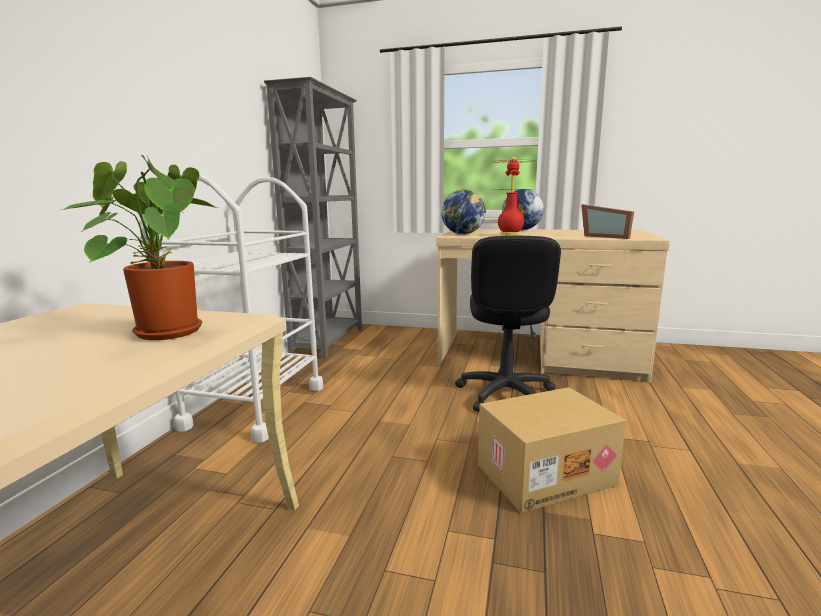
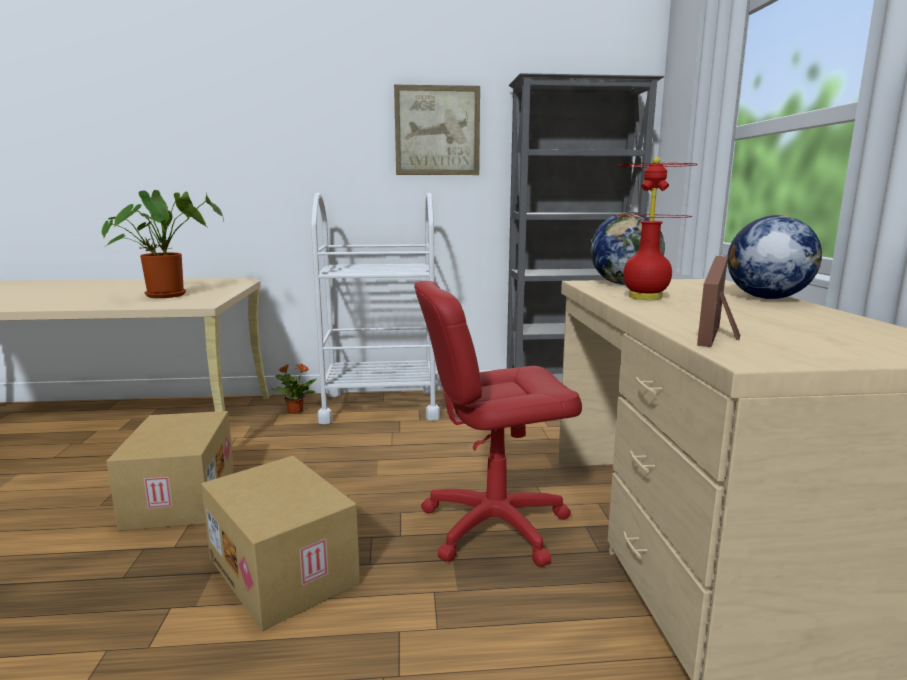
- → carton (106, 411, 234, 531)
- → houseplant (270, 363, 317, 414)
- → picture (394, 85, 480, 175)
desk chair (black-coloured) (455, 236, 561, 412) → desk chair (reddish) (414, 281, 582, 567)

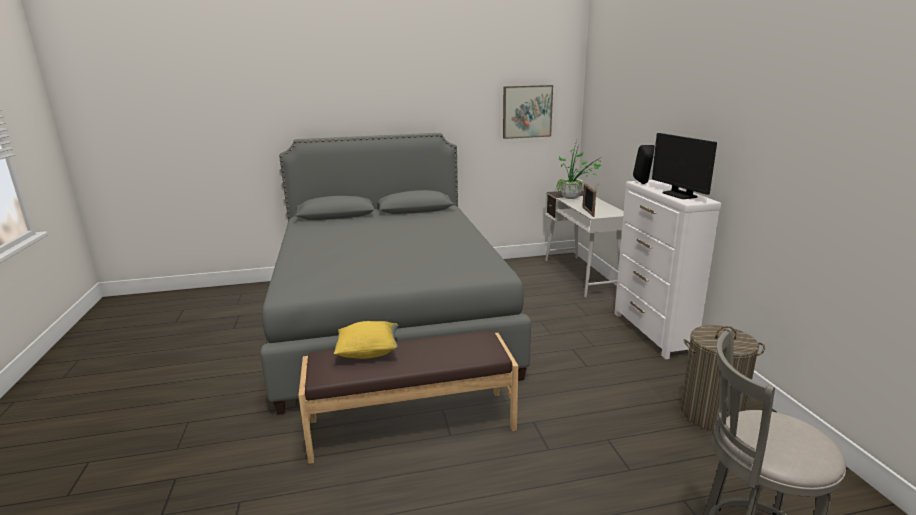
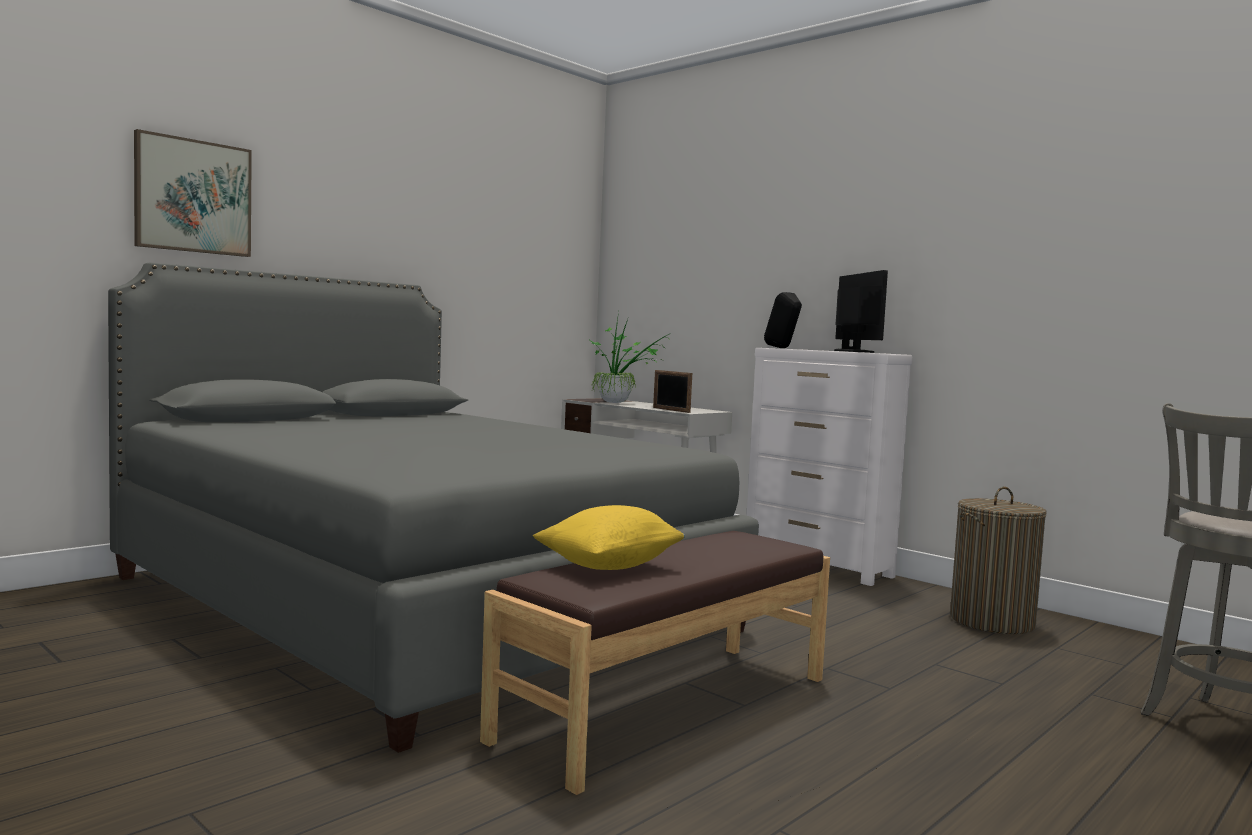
picture (503, 85, 553, 139) → picture (134, 129, 252, 257), moved
computer screen (652, 133, 717, 199) → computer screen (834, 270, 888, 353), 135 degrees counterclockwise

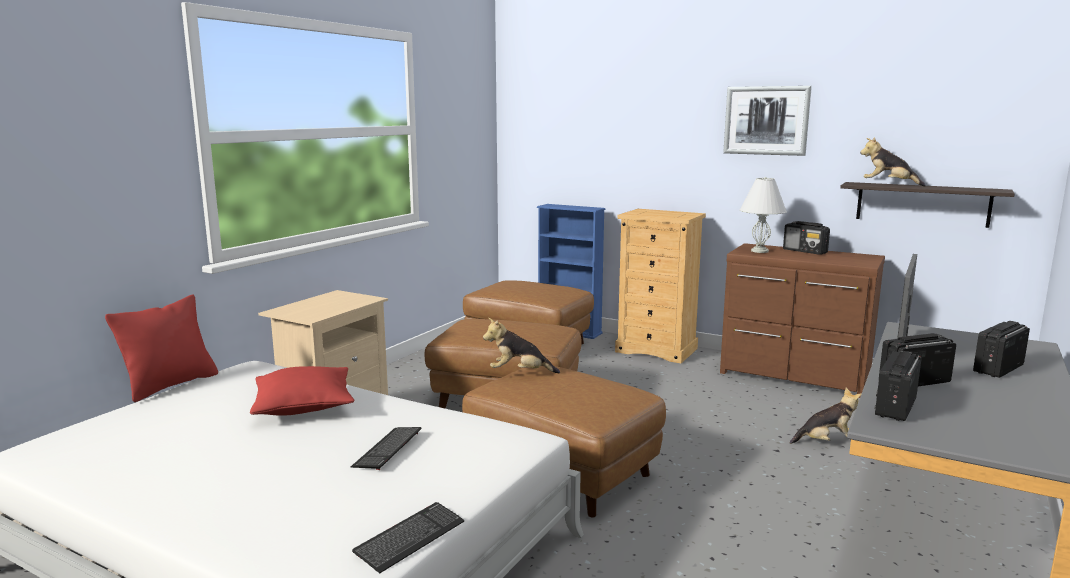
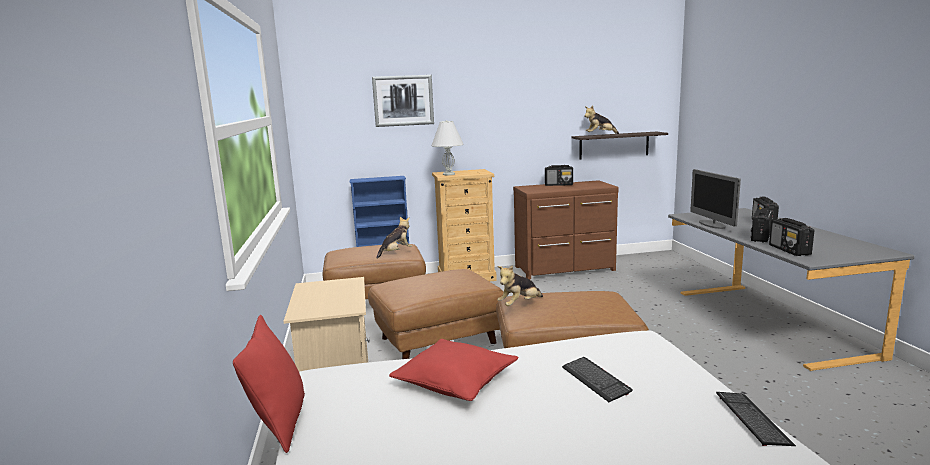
picture (723, 86, 812, 156) → picture (372, 75, 434, 127), moved
soft toy (790, 388, 861, 444) → soft toy (377, 217, 412, 259), moved
tabletop lamp (white) (740, 177, 787, 253) → tabletop lamp (white) (431, 120, 464, 175), moved

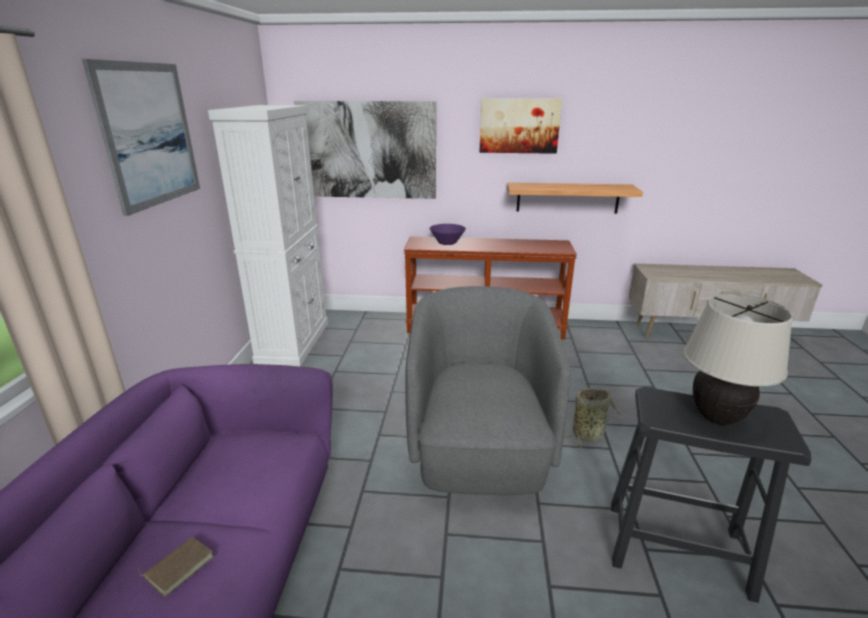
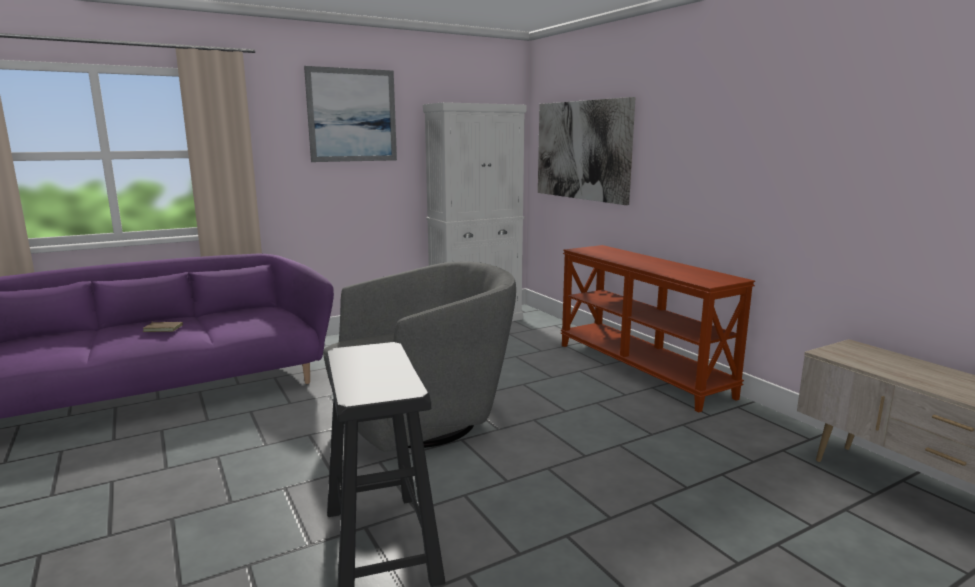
bowl (purplish) (429, 224, 466, 245) → -
picture (479, 98, 562, 154) → -
shelf (507, 182, 643, 214) → -
storage basket (564, 388, 624, 448) → -
tabletop lamp (beige-coloured) (683, 293, 793, 425) → -

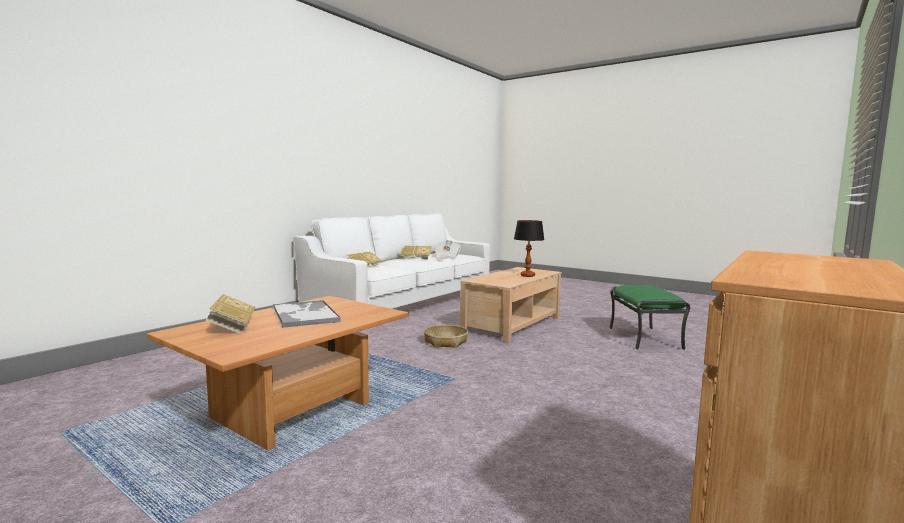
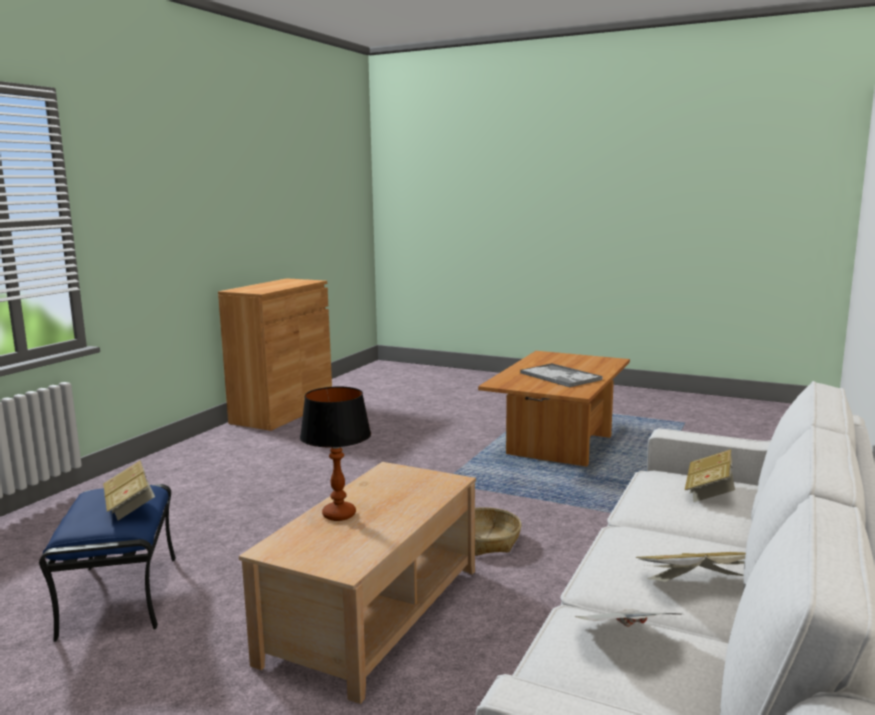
footrest (greenish) (609, 285, 690, 350) → footrest (blue) (39, 484, 176, 642)
book (205, 294, 256, 334) → book (103, 460, 155, 520), moved

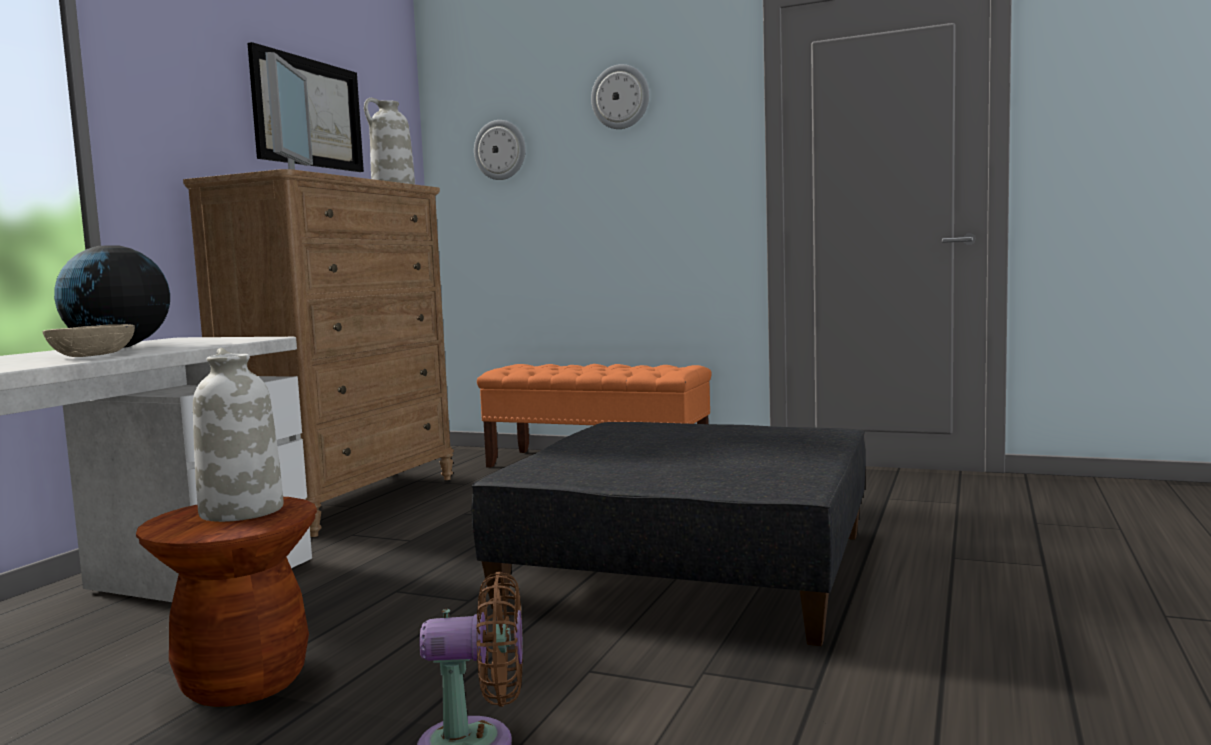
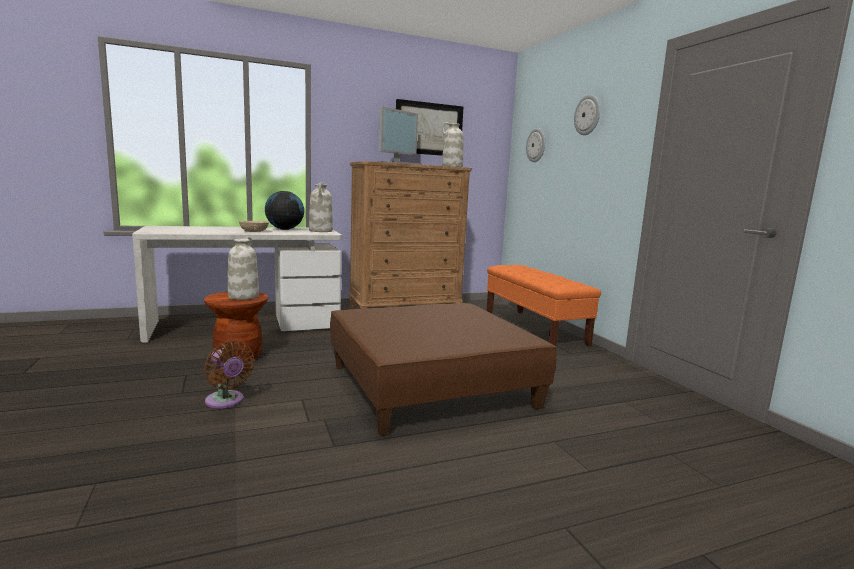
- → flower vase (white) (309, 182, 333, 232)
footrest (greyish) (471, 422, 866, 646) → footrest (brown) (330, 303, 557, 436)

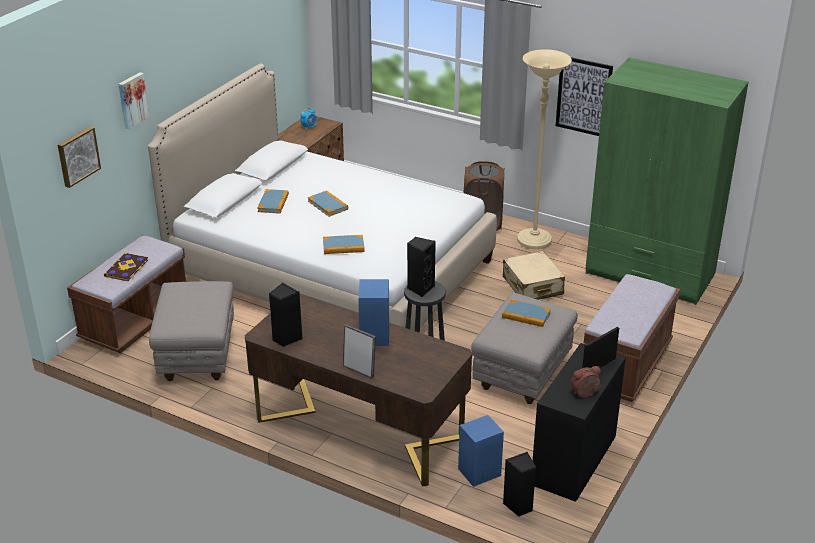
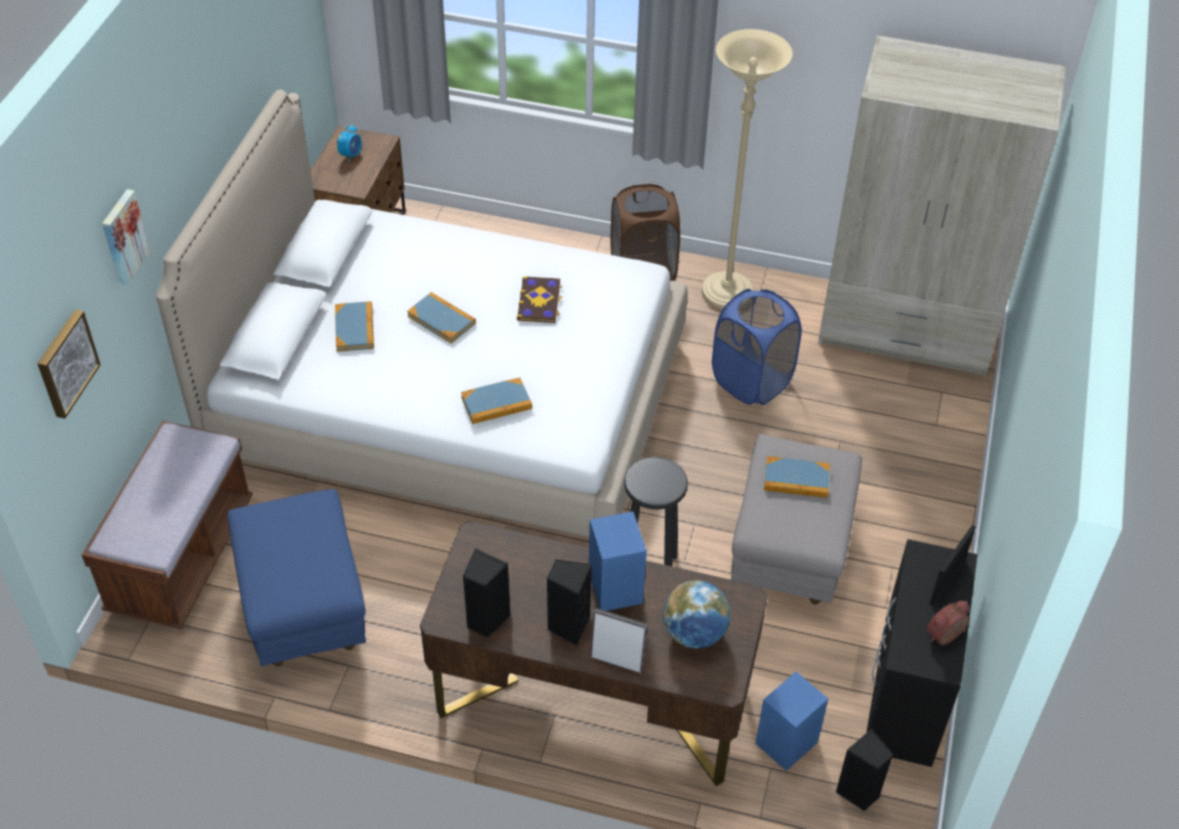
footrest (greyish) (149, 281, 234, 381) → footrest (blue) (228, 489, 366, 666)
book (104, 253, 148, 281) → book (517, 276, 563, 323), moved
loudspeaker (black-coloured) (407, 237, 436, 297) → loudspeaker (black-coloured) (547, 560, 592, 646), moved
- → globe (664, 580, 730, 649)
piece of luggage (beige-coloured) (503, 251, 565, 300) → laundry basket (blue) (712, 289, 802, 405)
clothes cupboard (greenish) (586, 58, 748, 305) → clothes cupboard (beige-coloured) (818, 35, 1066, 377)
picture (556, 57, 613, 136) → -
bench (brown) (584, 274, 680, 402) → -

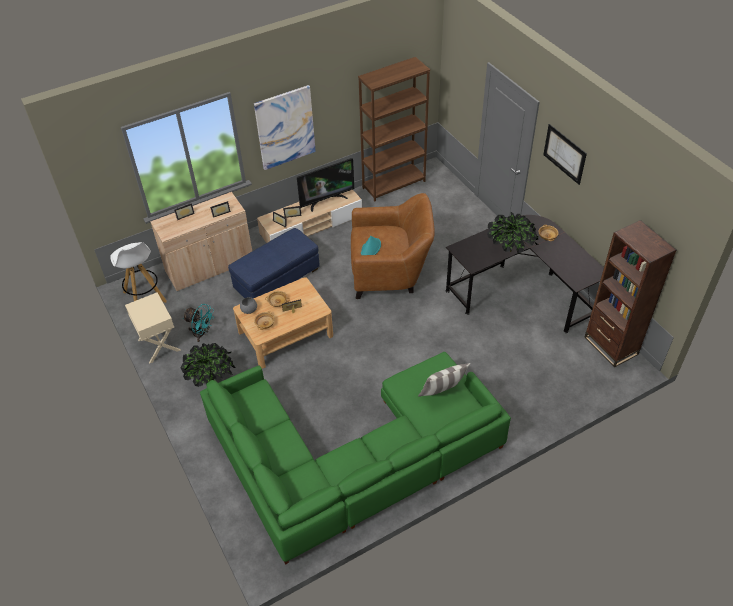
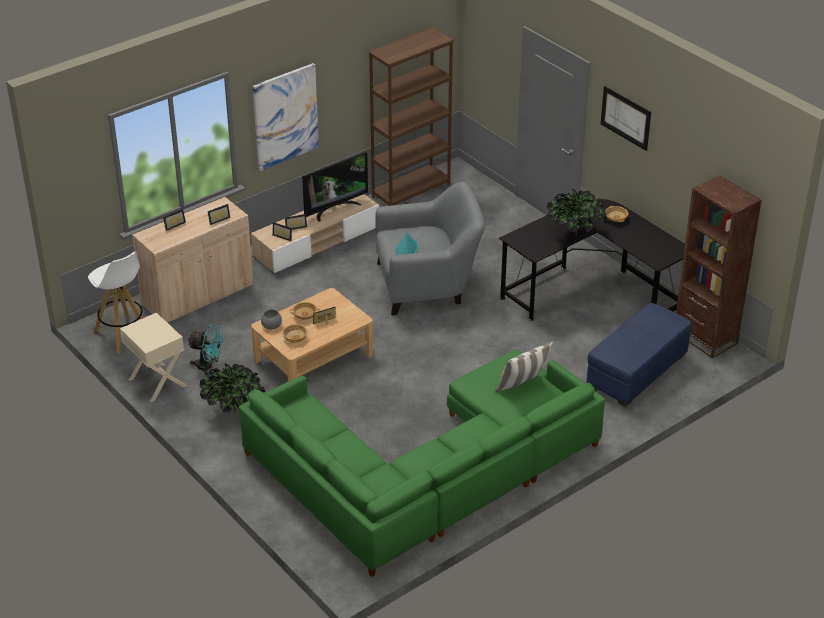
armchair (brown) (351, 193, 435, 299) → armchair (greyish) (375, 181, 485, 315)
footrest (blue) (228, 228, 319, 298) → footrest (blue) (586, 303, 692, 407), moved

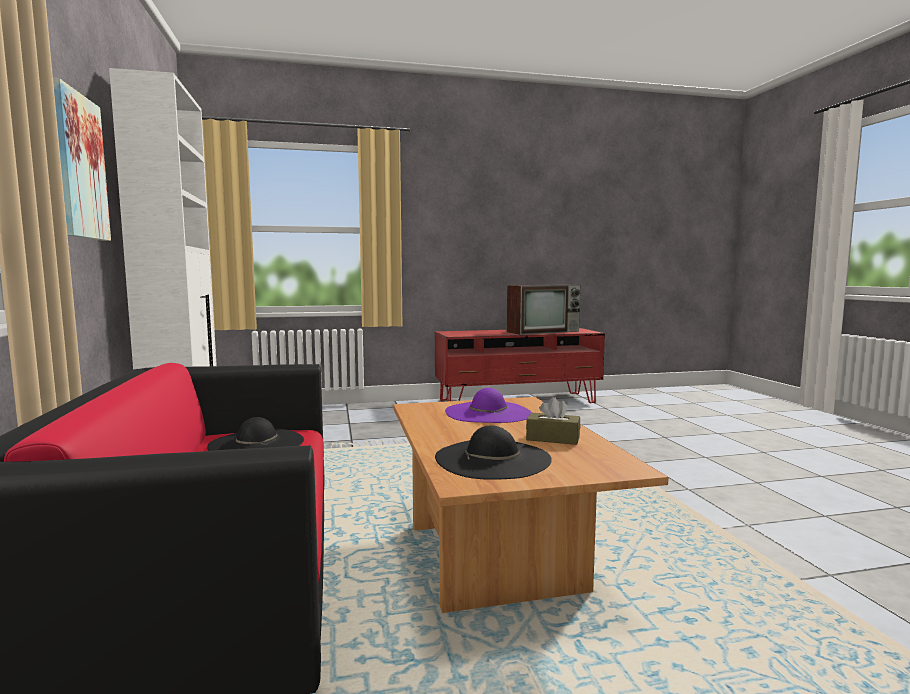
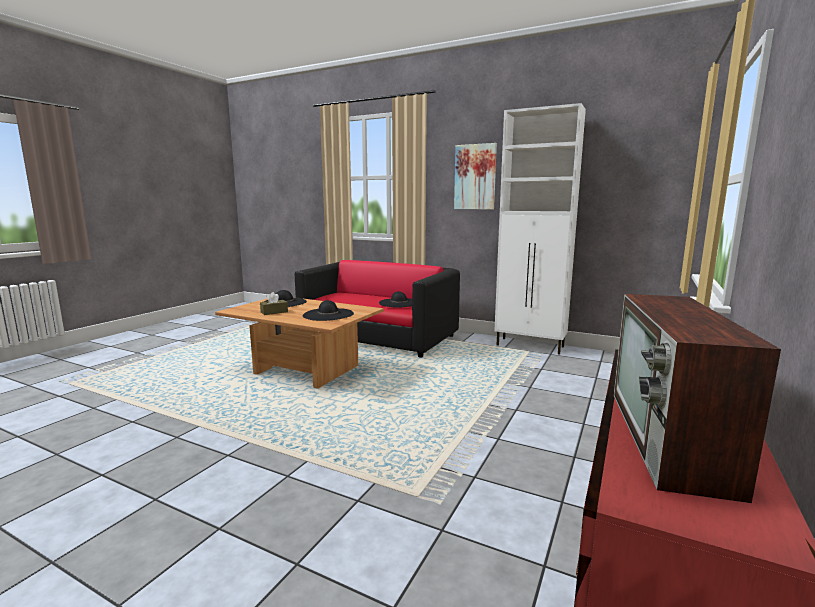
wearable hat (purplish) (445, 388, 532, 423) → wearable hat (black-coloured) (303, 300, 354, 321)

